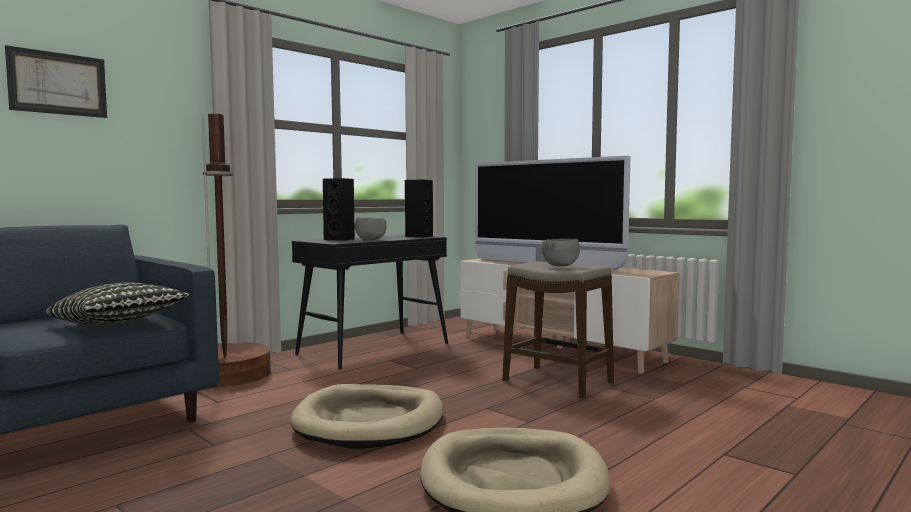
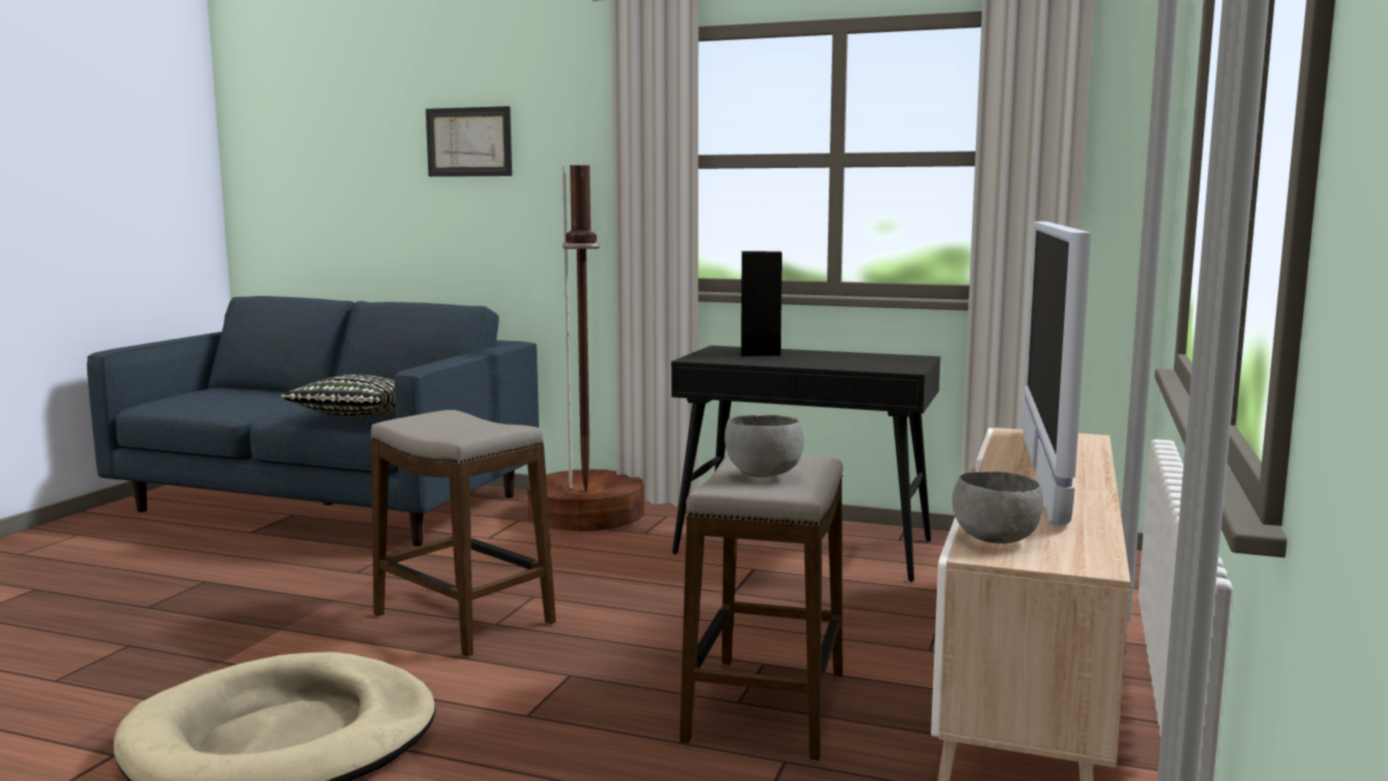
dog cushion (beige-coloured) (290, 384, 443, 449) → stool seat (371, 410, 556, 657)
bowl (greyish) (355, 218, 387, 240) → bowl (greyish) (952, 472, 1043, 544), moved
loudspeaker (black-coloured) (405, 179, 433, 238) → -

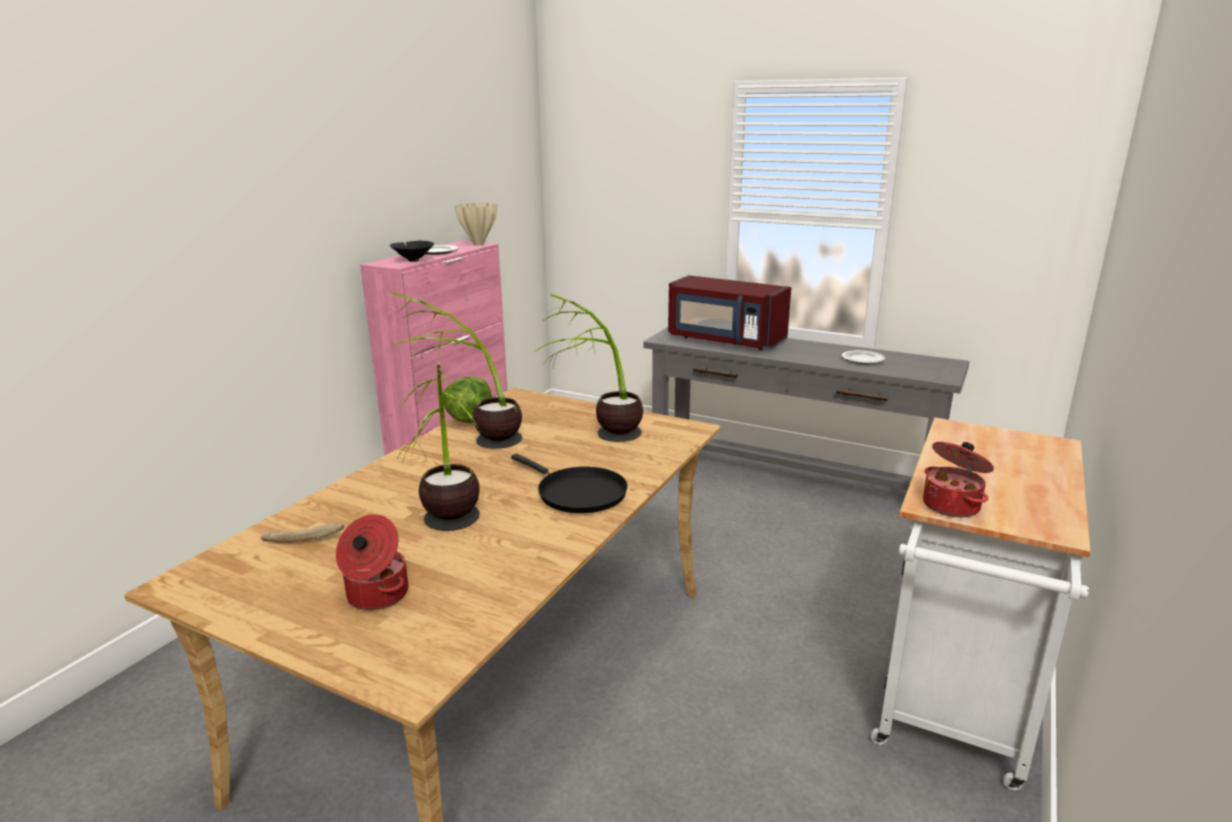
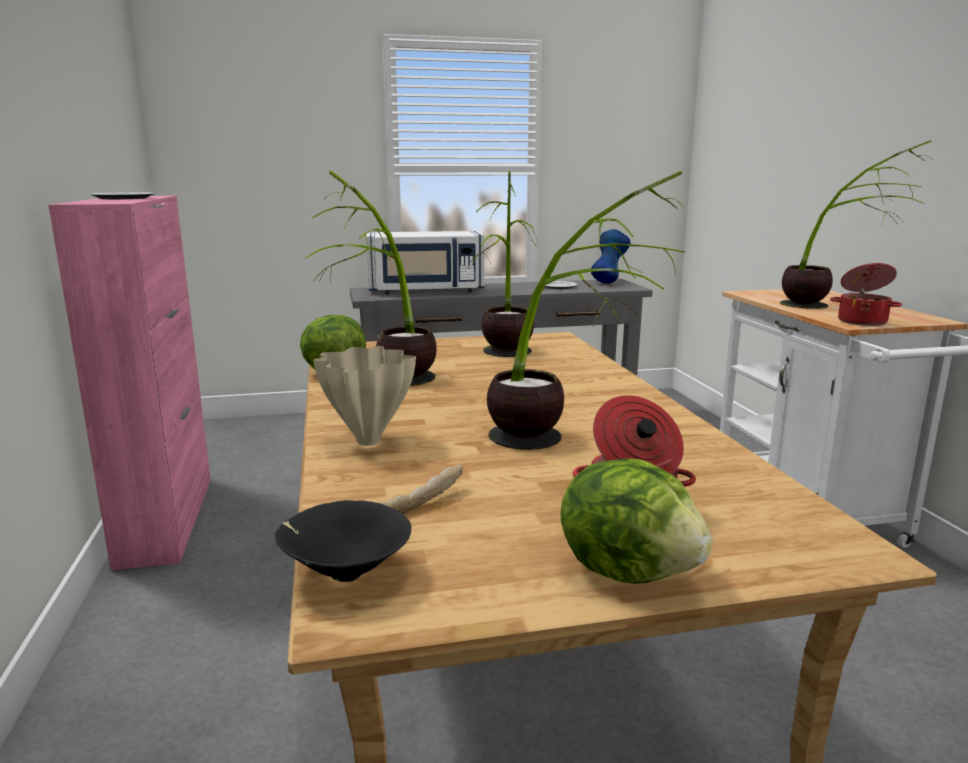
bowl (black-coloured) (390, 241, 434, 262) → bowl (black-coloured) (275, 500, 411, 582), moved
flower vase (beige-coloured) (455, 203, 497, 246) → flower vase (beige-coloured) (313, 346, 416, 446), moved
kitchen microwave (reddish) (668, 275, 791, 350) → kitchen microwave (white) (366, 231, 484, 294)
- → lettuce head (560, 458, 712, 584)
- → flower vase (blue) (591, 229, 631, 284)
- → houseplant (780, 140, 932, 309)
frying pan (black-coloured) (511, 454, 628, 513) → -

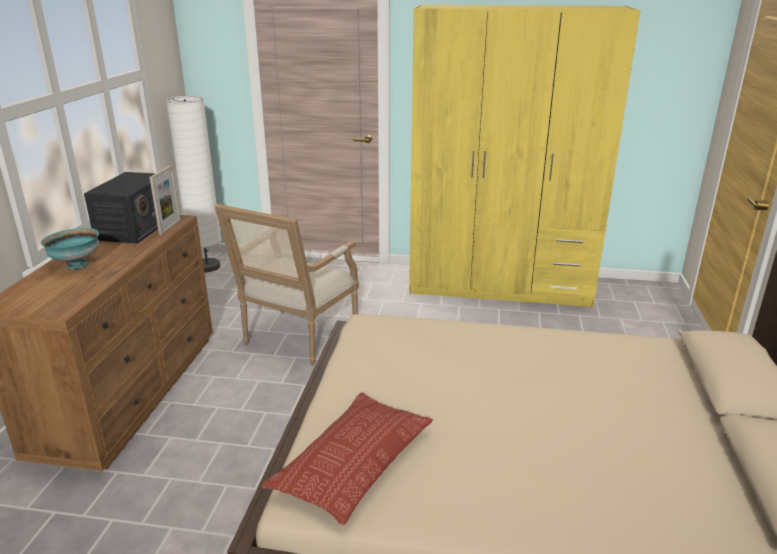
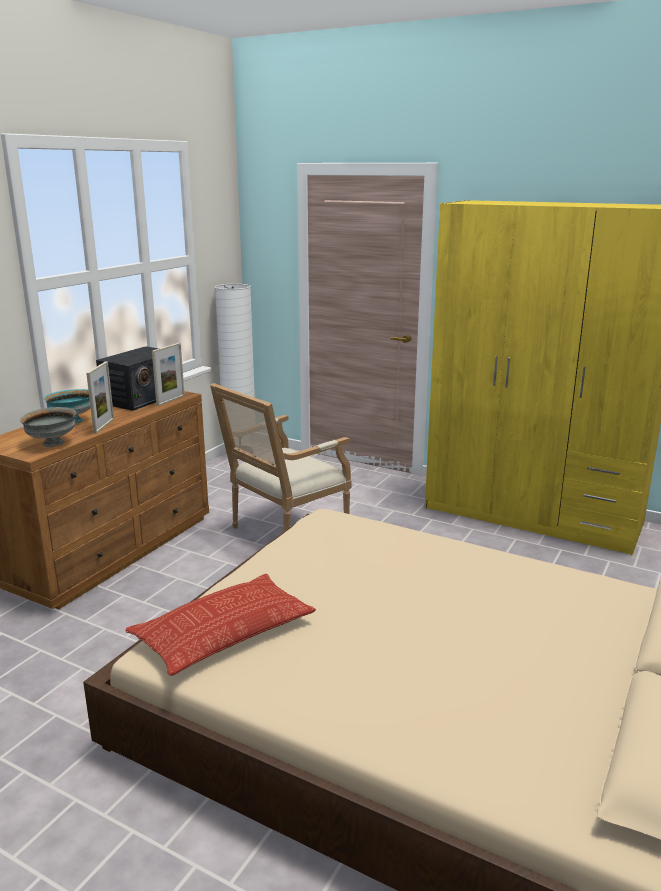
- → bowl (greyish) (20, 407, 76, 447)
- → standing frame (86, 362, 114, 434)

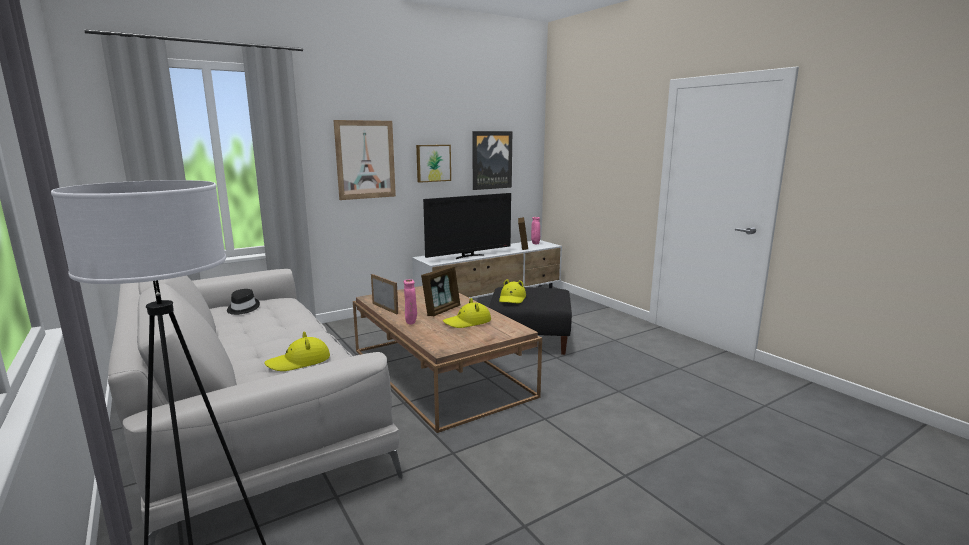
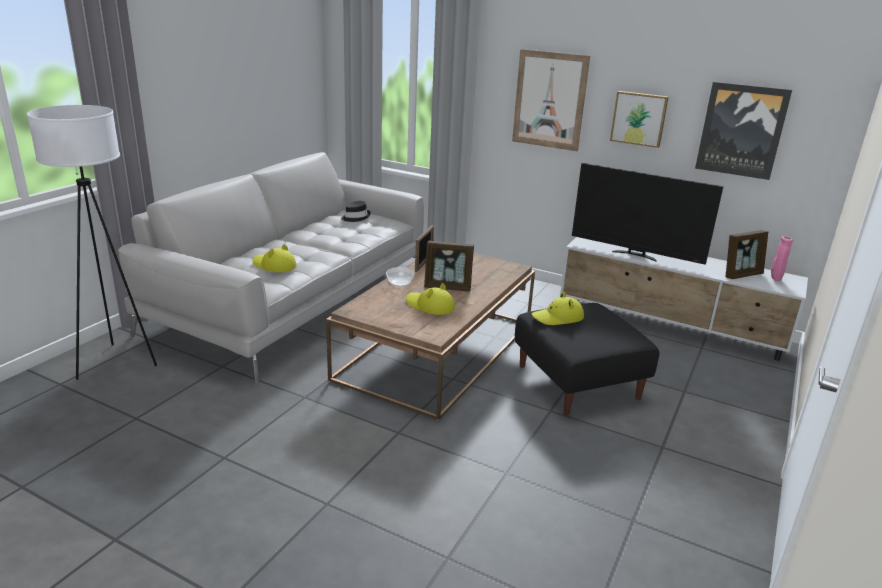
flower vase (pinkish) (404, 279, 417, 324) → bowl (386, 267, 414, 286)

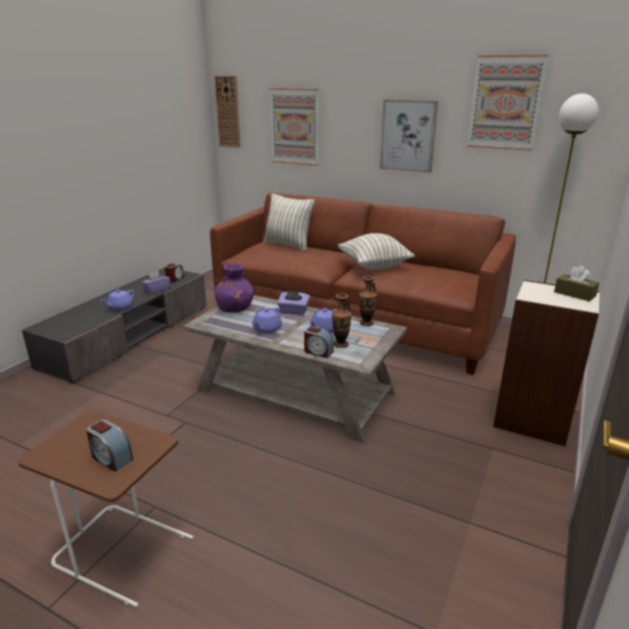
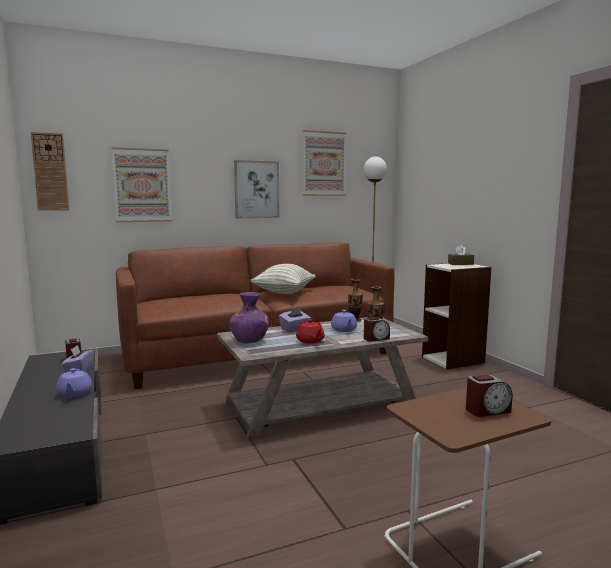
tea pot (purplish) (253, 308, 282, 333) → tea pot (reddish) (296, 319, 325, 344)
cushion (263, 194, 315, 251) → -

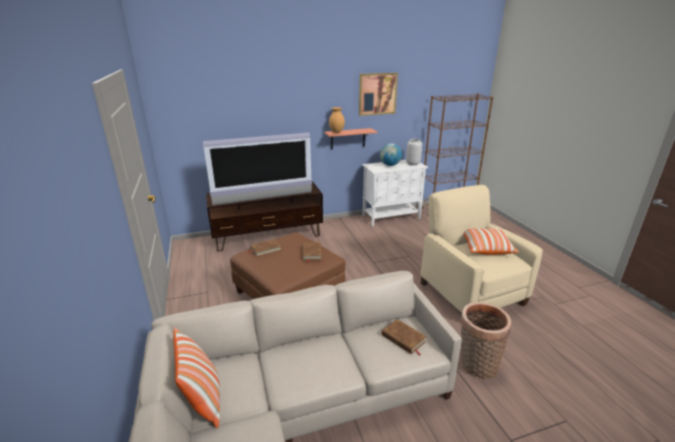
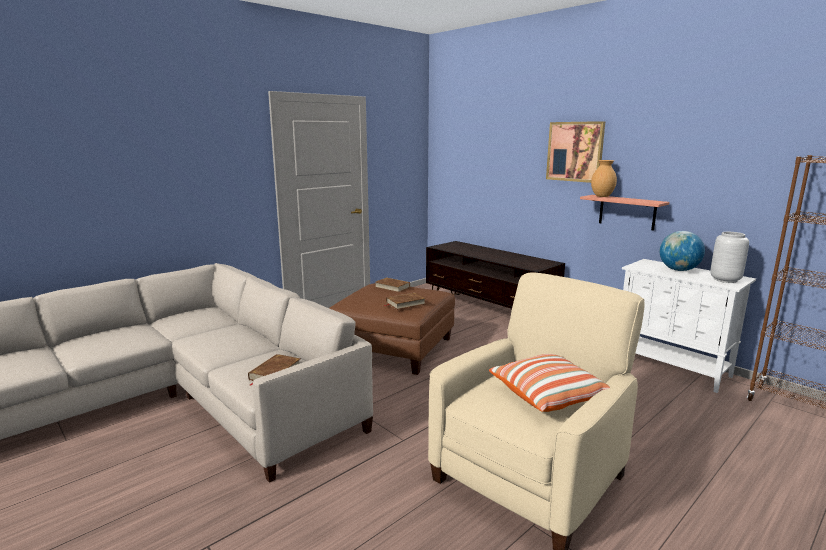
picture (359, 73, 398, 116) → picture (546, 121, 605, 183), moved
cushion (173, 327, 220, 428) → -
TV set (203, 132, 312, 205) → -
storage basket (460, 302, 512, 380) → -

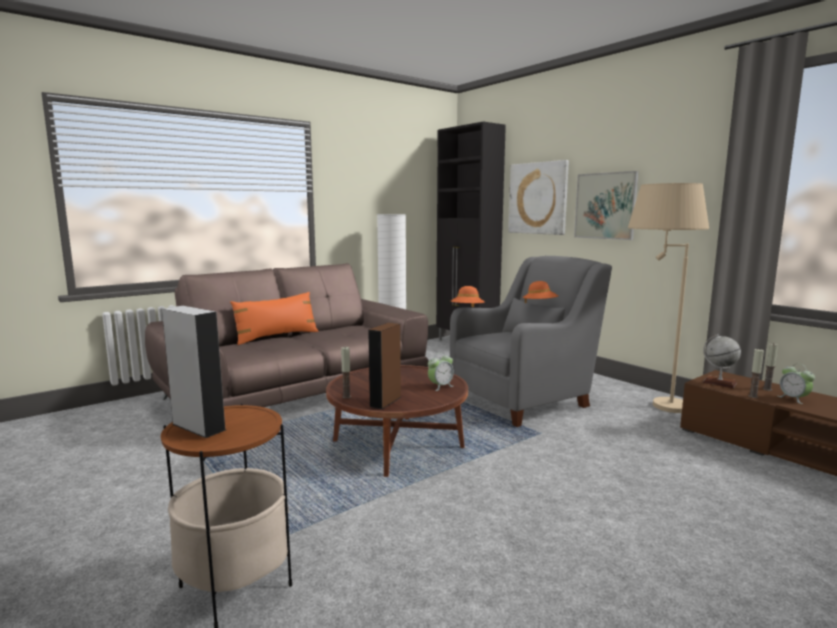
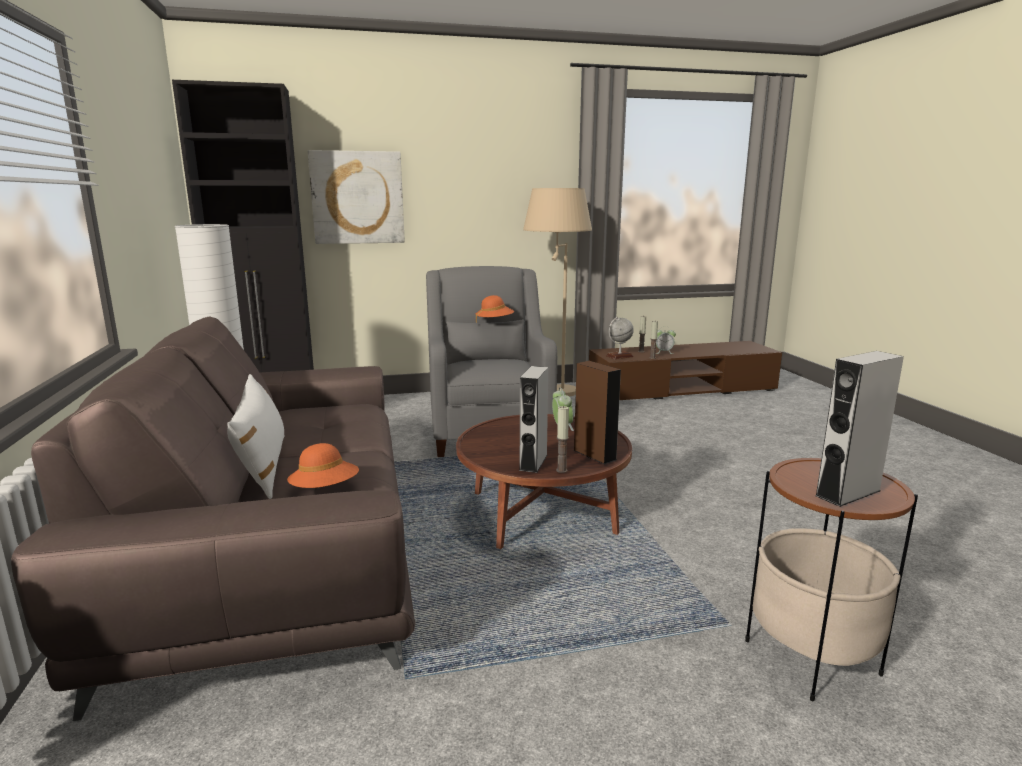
cushion (orange) (230, 292, 318, 345) → cushion (white) (227, 374, 285, 499)
wearable hat (orange) (451, 286, 485, 307) → wearable hat (orange) (287, 443, 359, 488), moved
- → loudspeaker (greyish) (519, 366, 548, 473)
picture (574, 171, 639, 240) → -

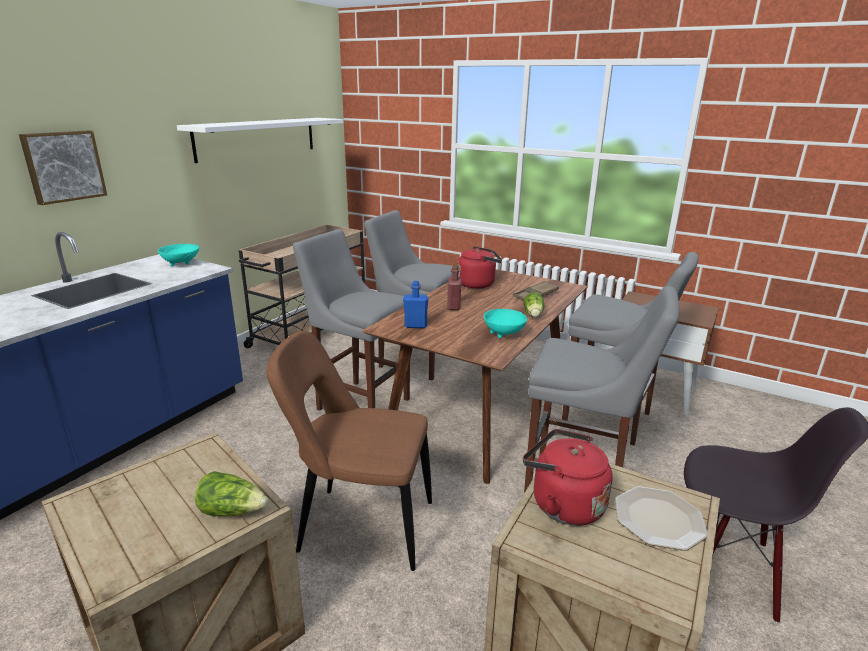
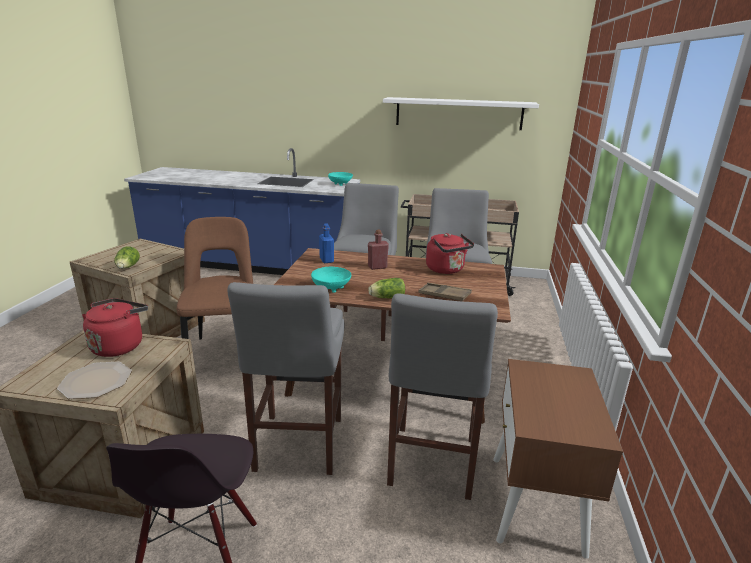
picture (19, 130, 107, 205) → -

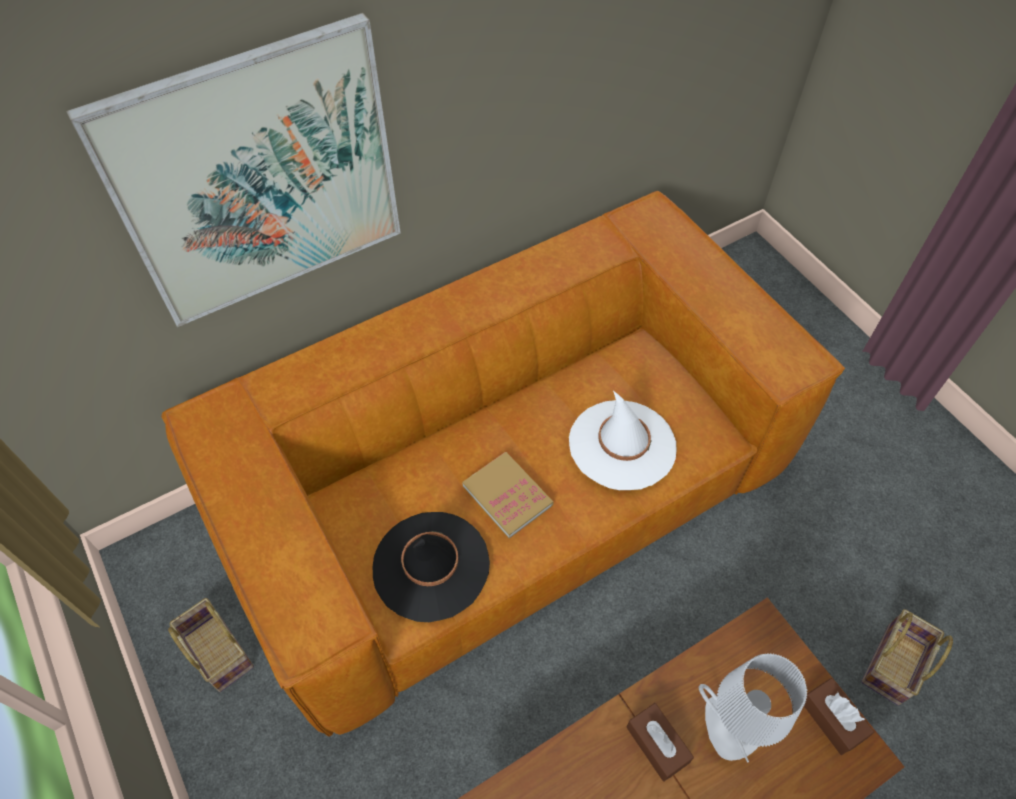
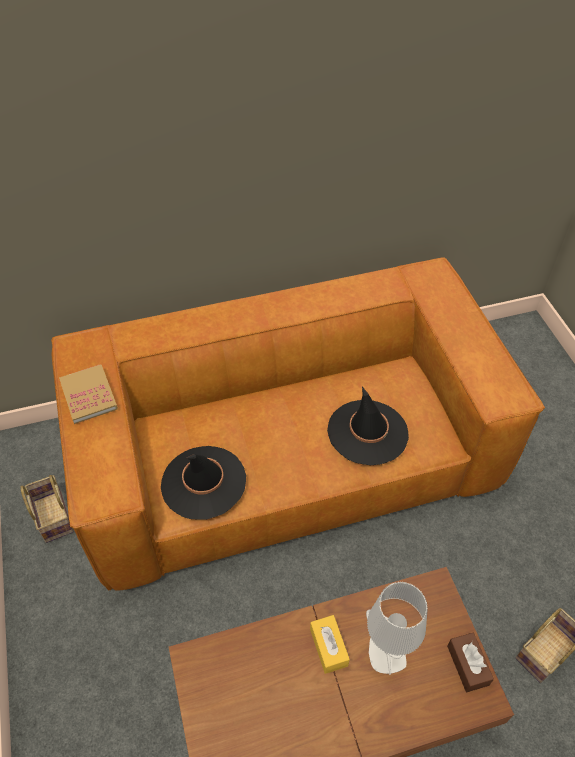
book (462, 452, 553, 539) → book (59, 364, 118, 424), moved
tissue box (brown) (626, 703, 694, 782) → tissue box (yellowish) (310, 615, 350, 674)
wearable hat (white) (569, 390, 676, 490) → wearable hat (black-coloured) (327, 386, 409, 465)
picture (66, 13, 401, 327) → -

